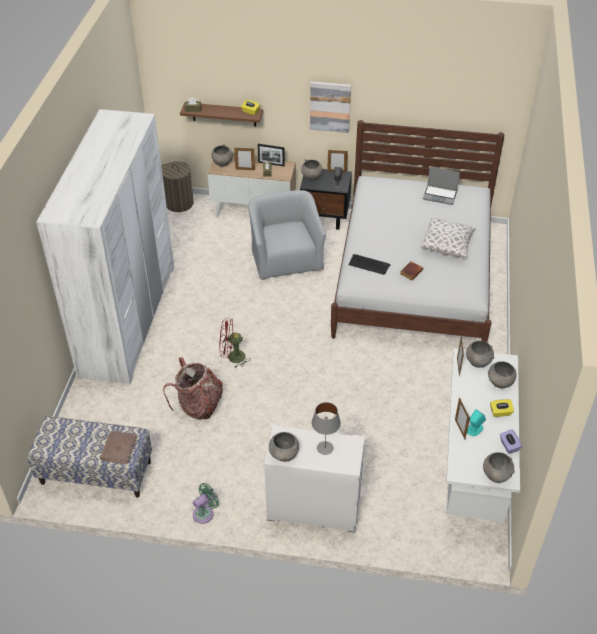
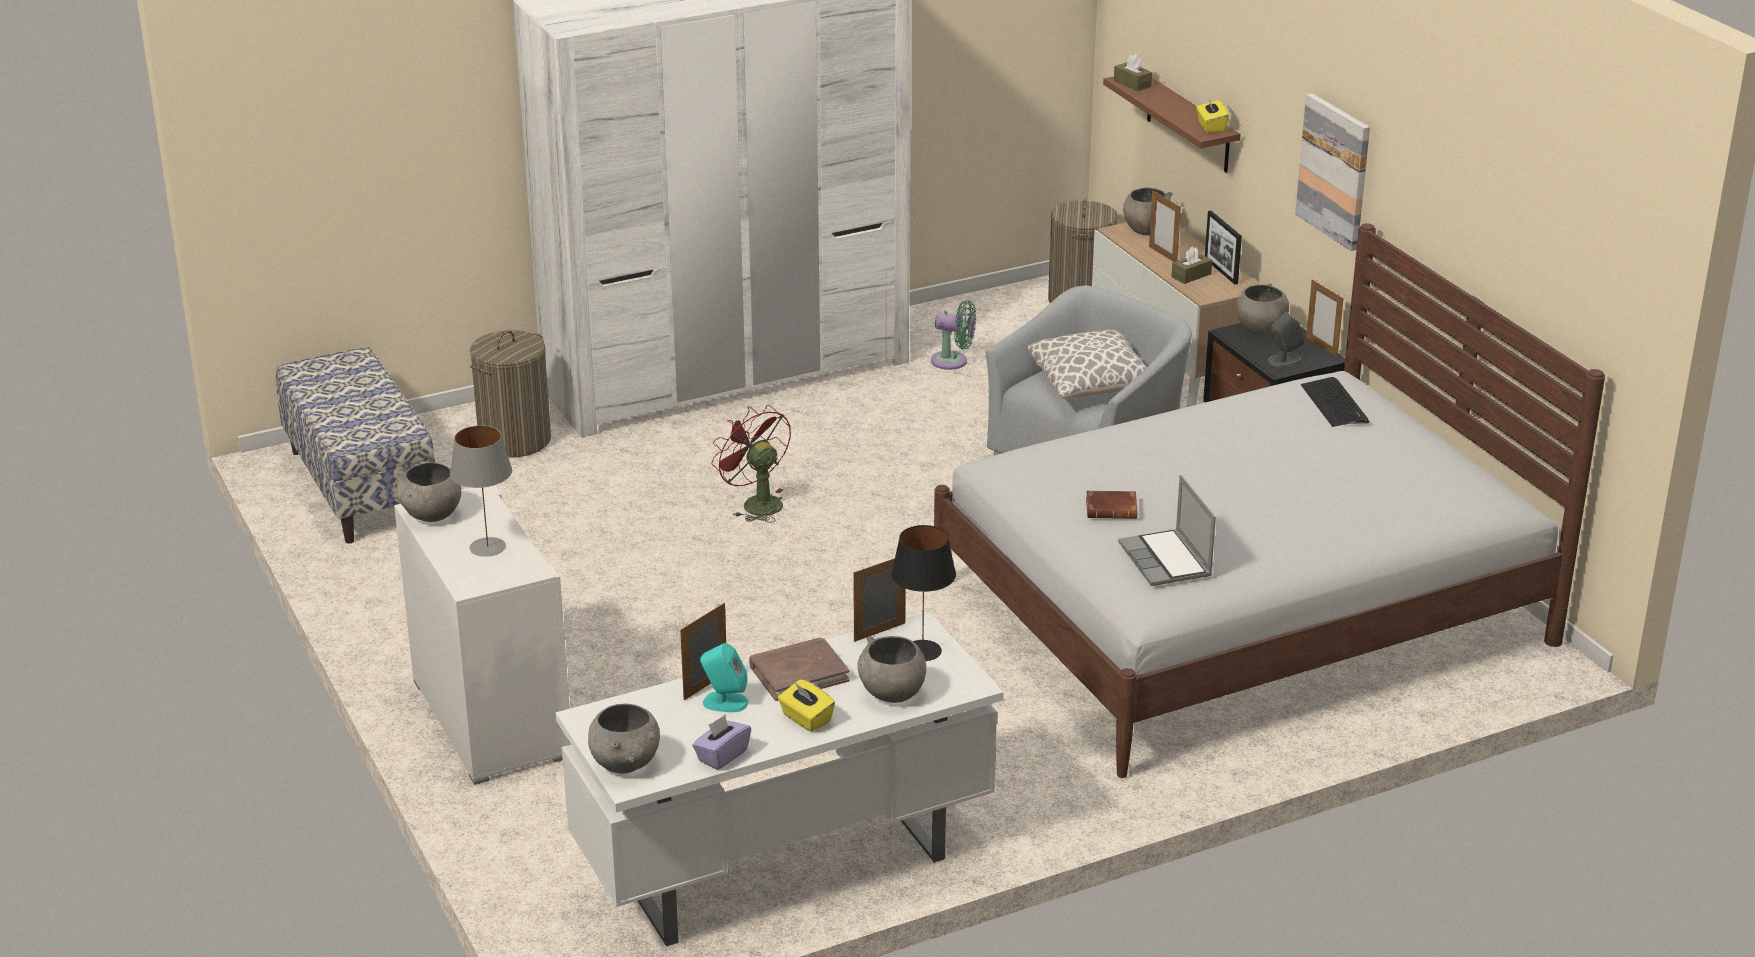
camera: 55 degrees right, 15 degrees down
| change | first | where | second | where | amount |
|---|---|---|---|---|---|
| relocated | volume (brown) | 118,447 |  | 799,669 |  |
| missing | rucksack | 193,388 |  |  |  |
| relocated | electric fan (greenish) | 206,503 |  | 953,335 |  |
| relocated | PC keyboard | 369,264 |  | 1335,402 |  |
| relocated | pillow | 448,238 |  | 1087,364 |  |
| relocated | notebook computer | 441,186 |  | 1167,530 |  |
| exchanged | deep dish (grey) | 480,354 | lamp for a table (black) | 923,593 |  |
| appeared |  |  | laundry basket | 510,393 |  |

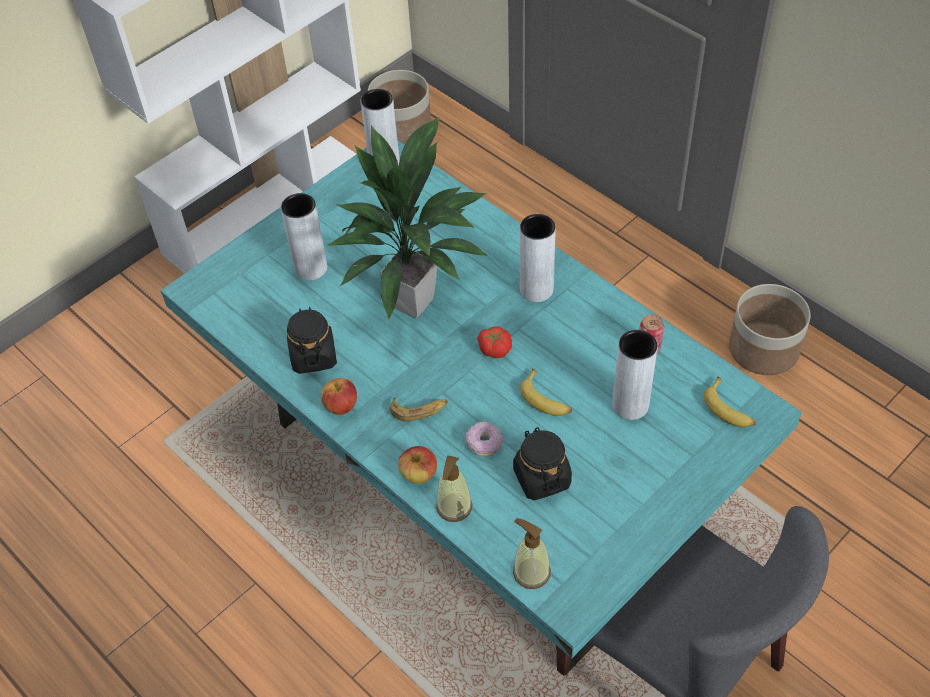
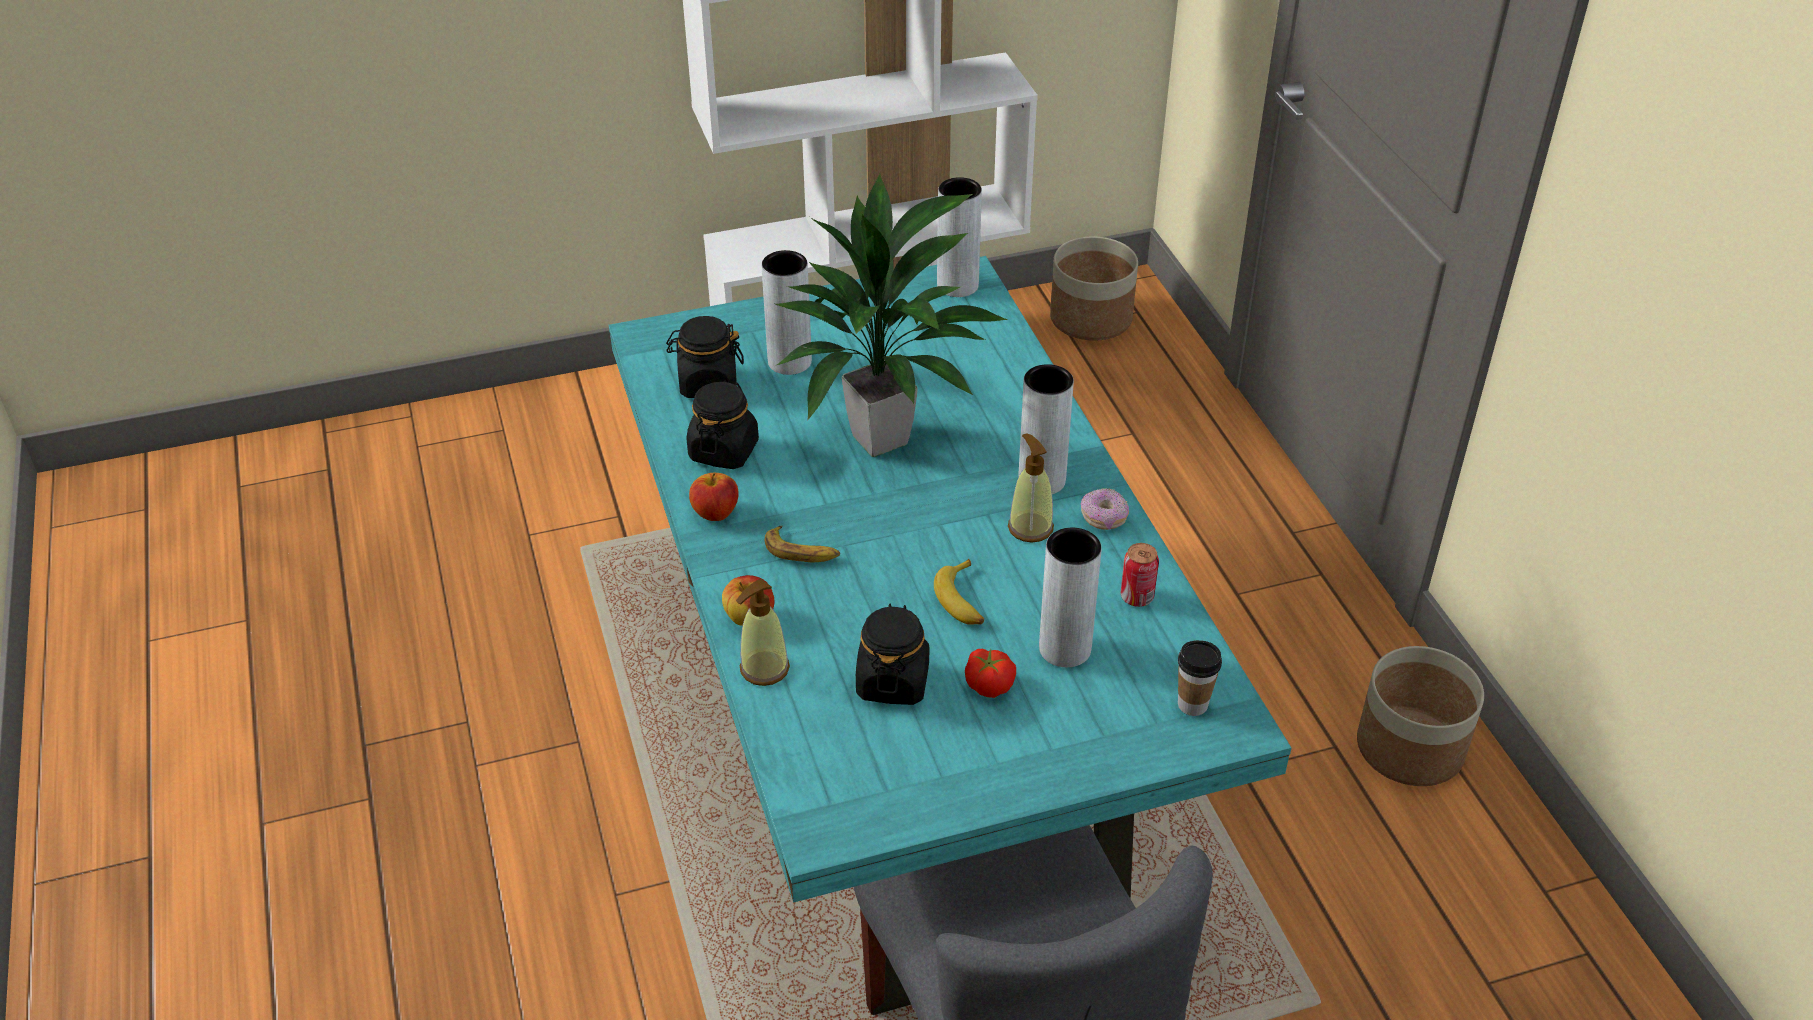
camera: 25 degrees right, 10 degrees down
| change | first | where | second | where | amount |
|---|---|---|---|---|---|
| relocated | donut | 484,438 |  | 1105,509 |  |
| relocated | whole tomato | 494,342 |  | 990,673 |  |
| relocated | soap dispenser | 532,553 |  | 1031,488 |  |
| exchanged | whole banana | 730,401 | drinking cup | 1200,678 |  |
| appeared |  |  | jar (black) | 705,357 |  |

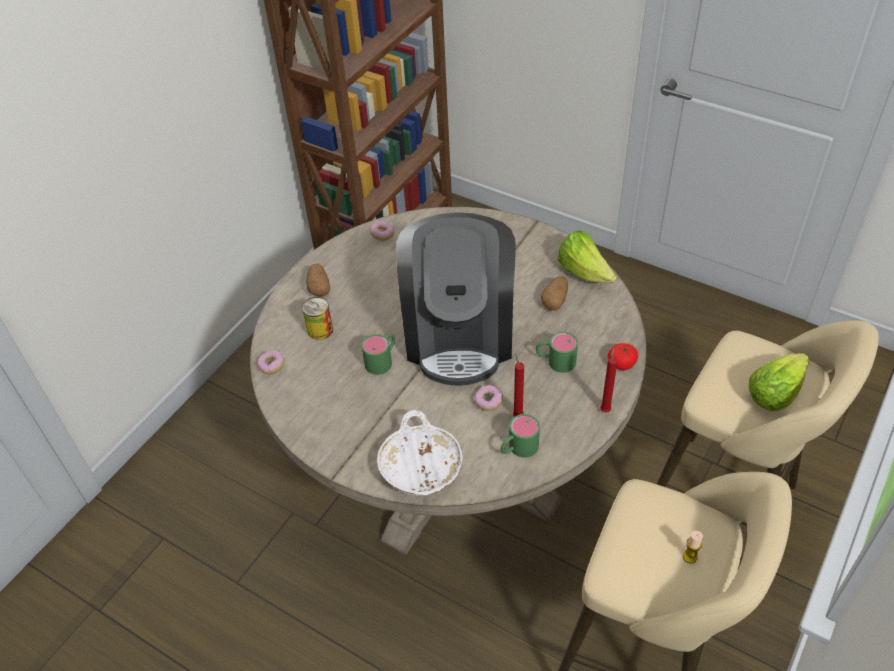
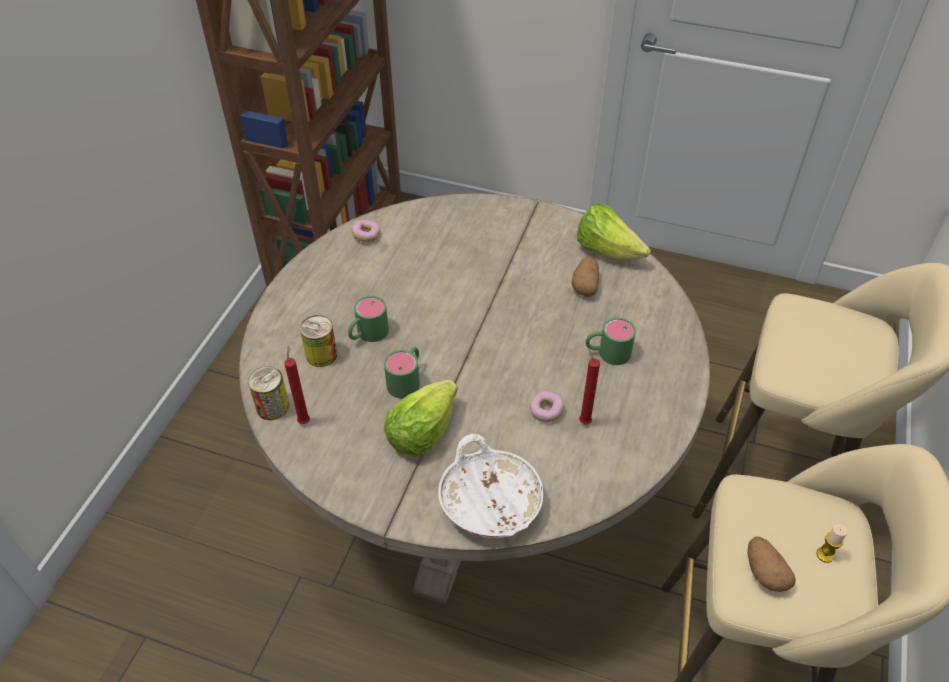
camera: 15 degrees left, 0 degrees up
| change | first | where | second | where | amount |
|---|---|---|---|---|---|
| exchanged | donut | 271,362 | sealed can | 269,393 |  |
| relocated | whole potato | 318,280 |  | 771,564 |  |
| missing | coffee machine | 456,299 |  |  |  |
| relocated | tea mug (greenish) | 520,436 |  | 368,319 |  |
| relocated | wax light (reddish) | 609,379 |  | 297,385 |  |
| missing | whole tomato | 623,356 |  |  |  |
| relocated | head of lettuce | 778,382 |  | 420,418 |  |

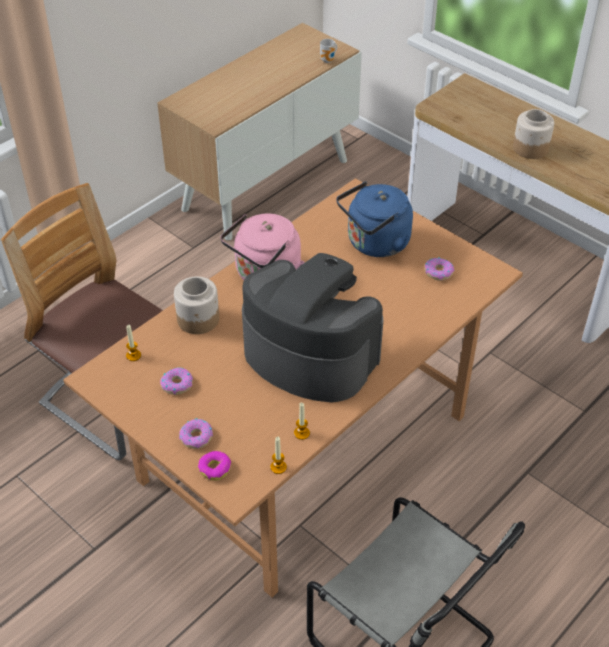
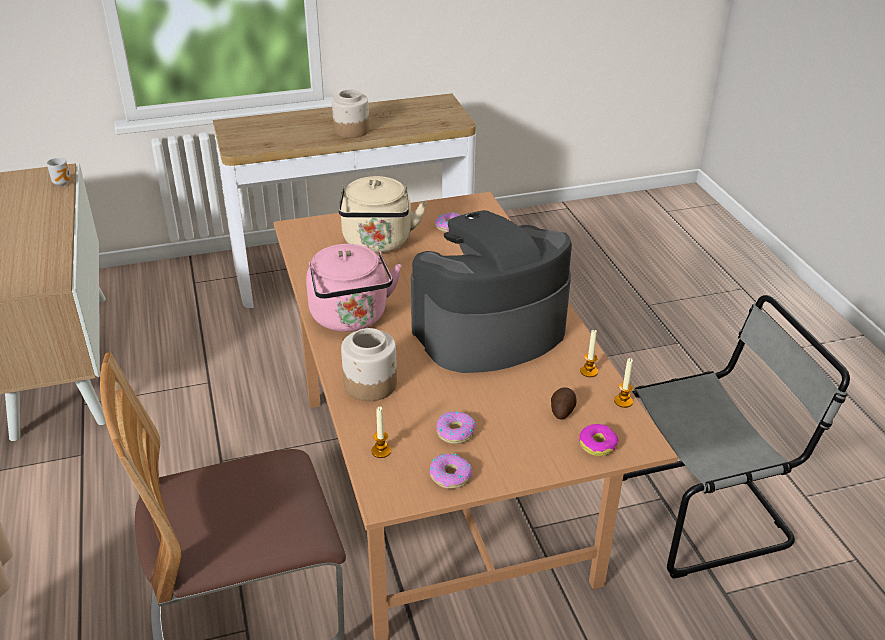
camera: 60 degrees left, 10 degrees down
| change | first | where | second | where | amount |
|---|---|---|---|---|---|
| relocated | donut | 196,433 |  | 450,471 |  |
| colour | water kettle (bluish) | 374,219 | water kettle (beige-coloured) | 382,214 |  |
| appeared |  |  | whole potato | 564,403 |  |

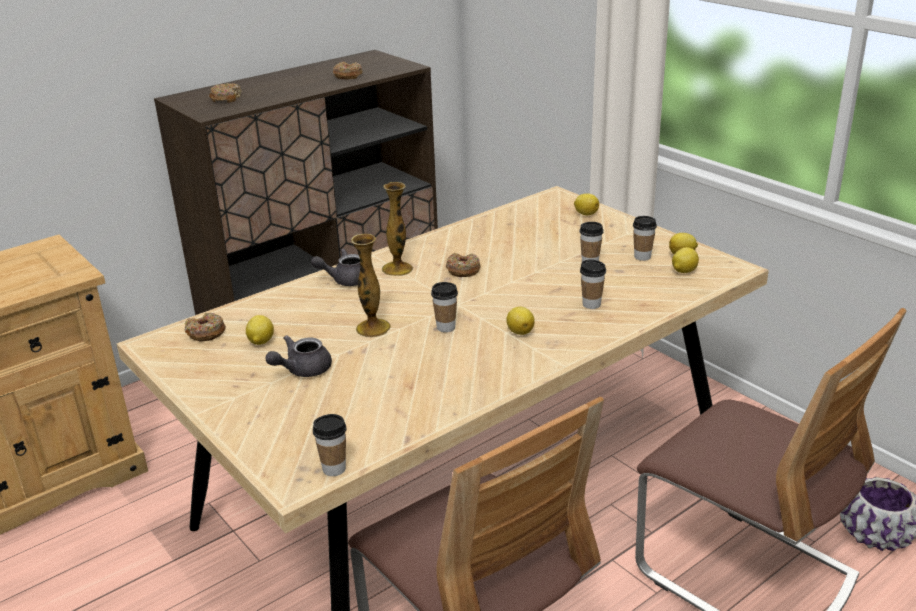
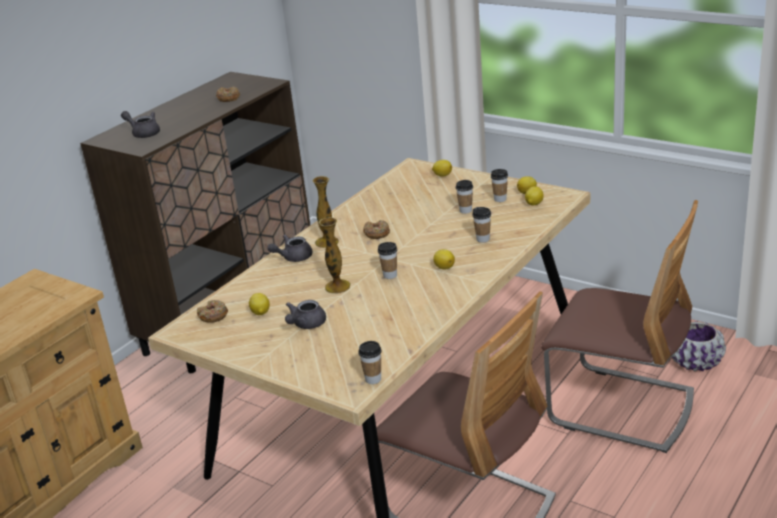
camera: 15 degrees left, 0 degrees up
| change | first | where | second | where | amount |
|---|---|---|---|---|---|
| exchanged | donut | 225,93 | teapot (grey) | 140,124 |  |

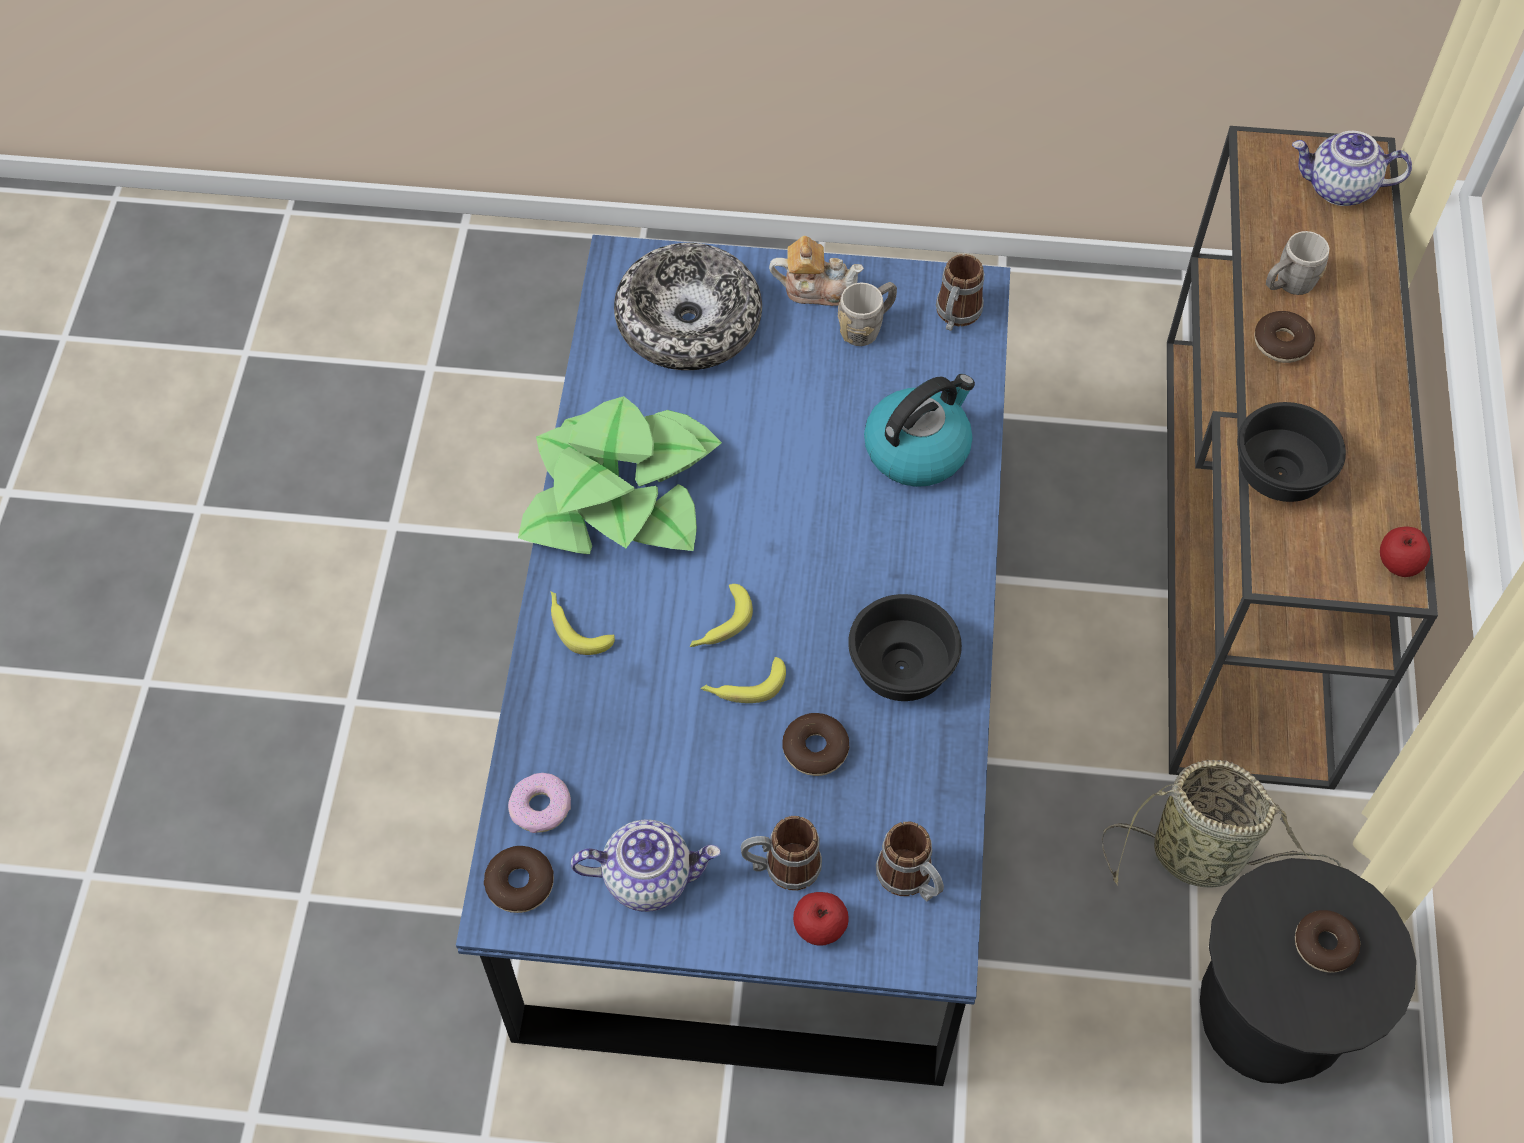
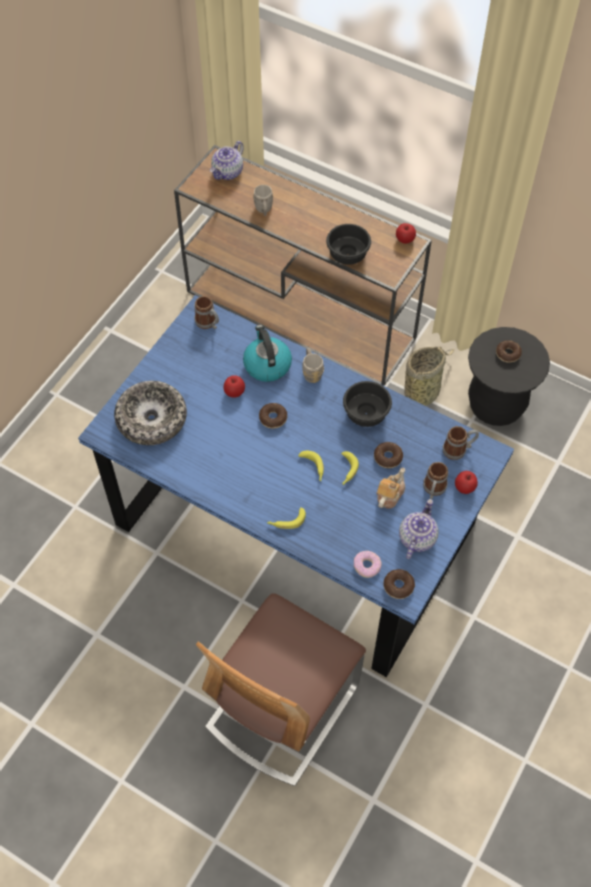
camera: 65 degrees left, 0 degrees up
| change | first | where | second | where | amount |
|---|---|---|---|---|---|
| missing | houseplant | 620,475 |  |  |  |
| relocated | teapot | 816,271 |  | 390,488 |  |
| relocated | tea mug (grey) | 867,314 |  | 313,365 |  |
| relocated | donut | 1285,337 |  | 273,416 |  |
| appeared |  |  | upright chair | 281,689 |  |
| appeared |  |  | apple fruit | 234,386 |  |

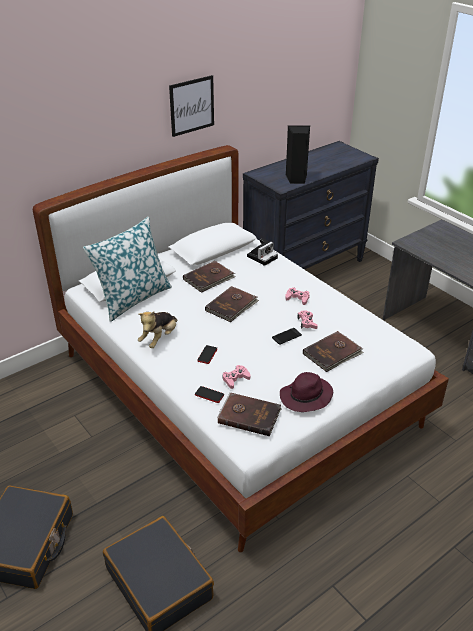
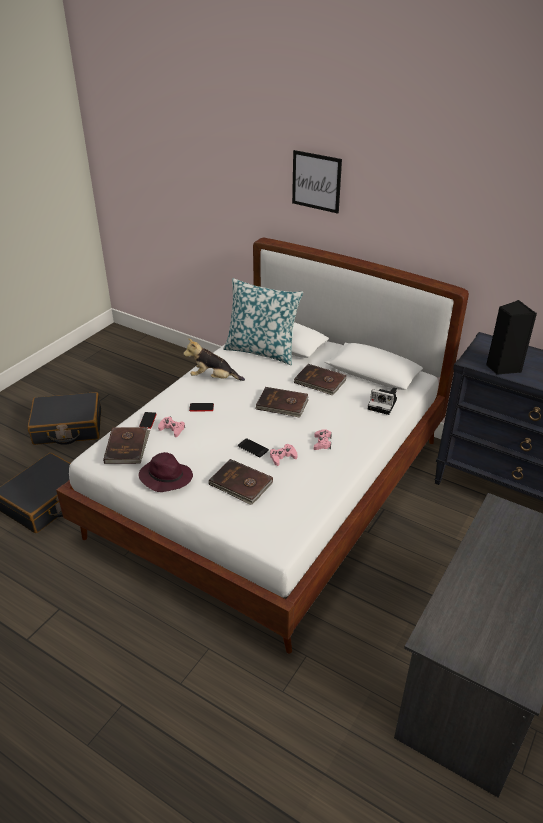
camera: 70 degrees right, 0 degrees up
| change | first | where | second | where | amount |
|---|---|---|---|---|---|
| relocated | picture | 191,106 |  | 317,182 |  |

